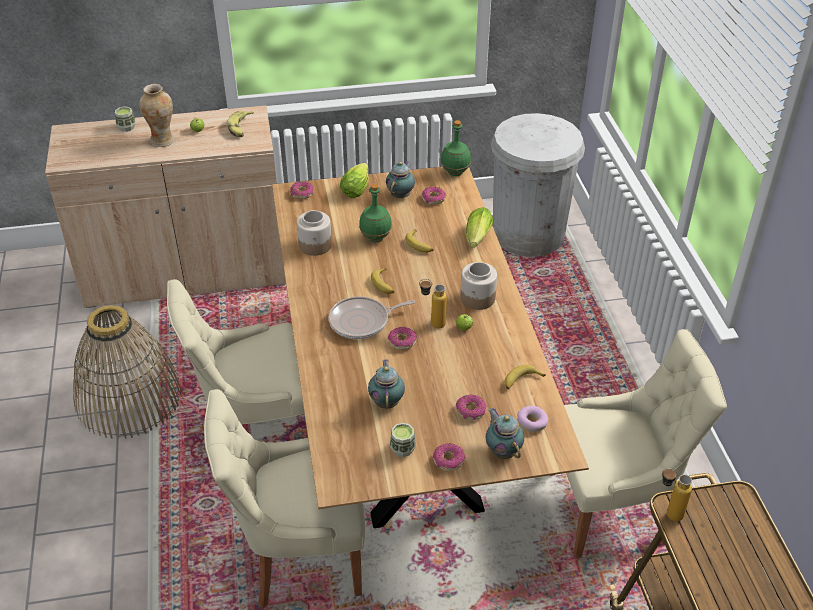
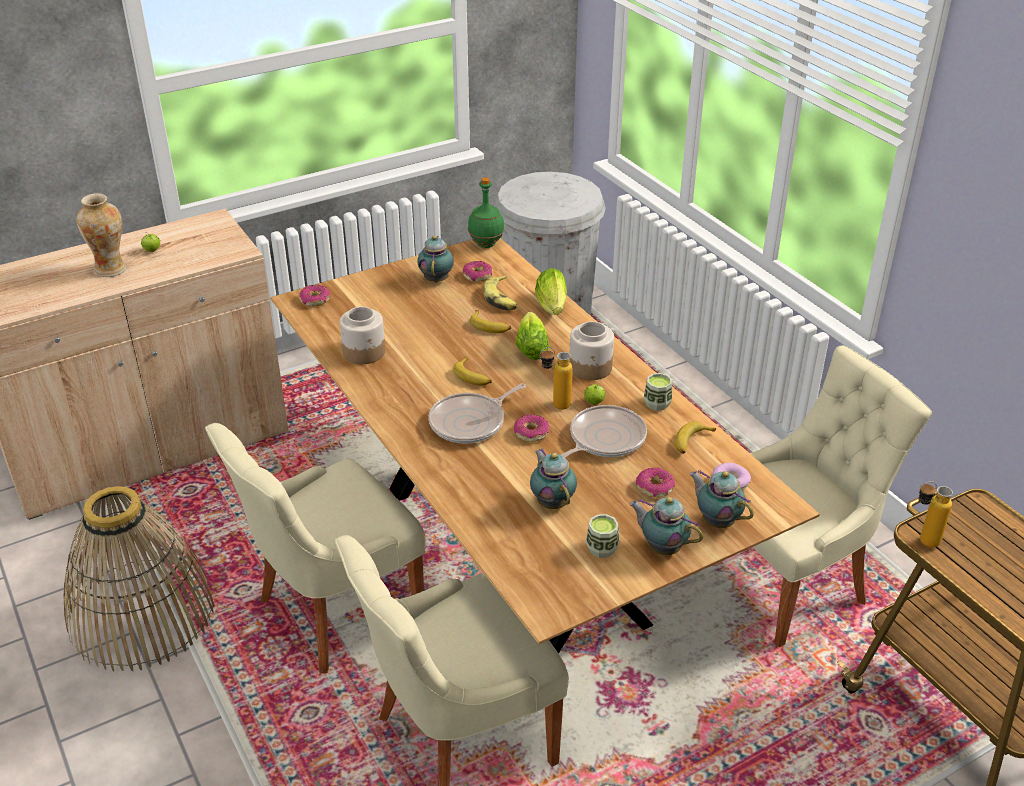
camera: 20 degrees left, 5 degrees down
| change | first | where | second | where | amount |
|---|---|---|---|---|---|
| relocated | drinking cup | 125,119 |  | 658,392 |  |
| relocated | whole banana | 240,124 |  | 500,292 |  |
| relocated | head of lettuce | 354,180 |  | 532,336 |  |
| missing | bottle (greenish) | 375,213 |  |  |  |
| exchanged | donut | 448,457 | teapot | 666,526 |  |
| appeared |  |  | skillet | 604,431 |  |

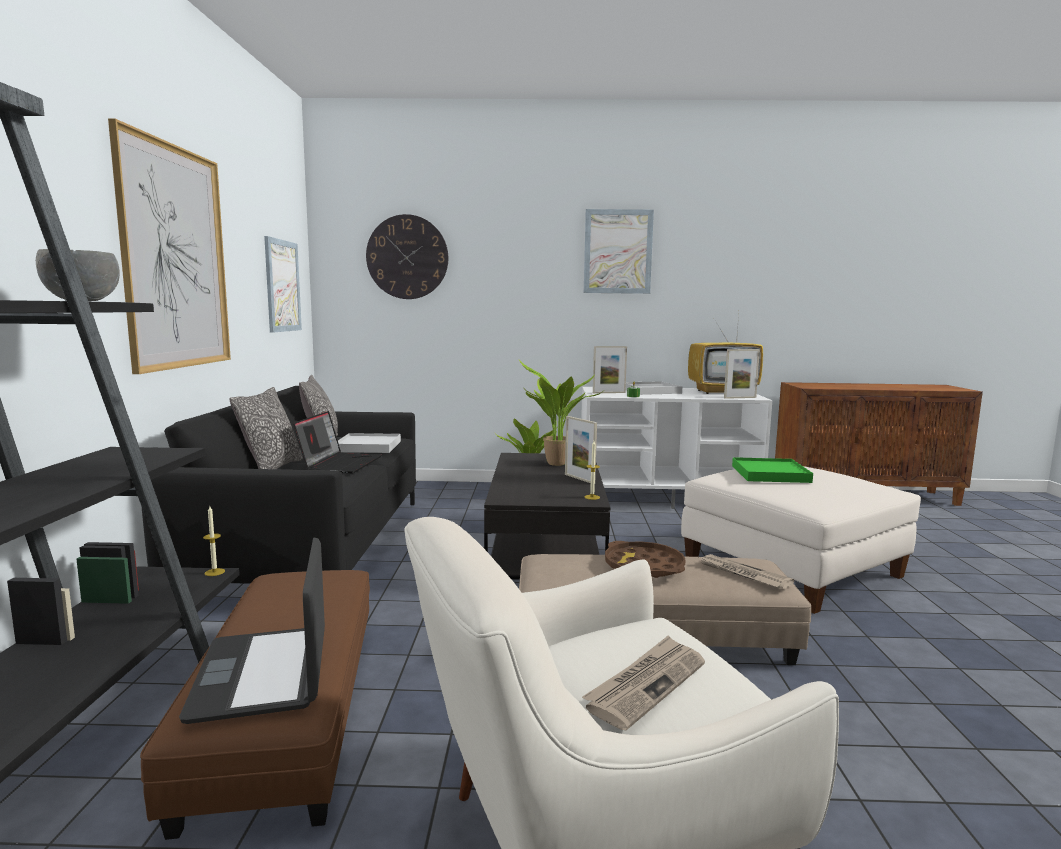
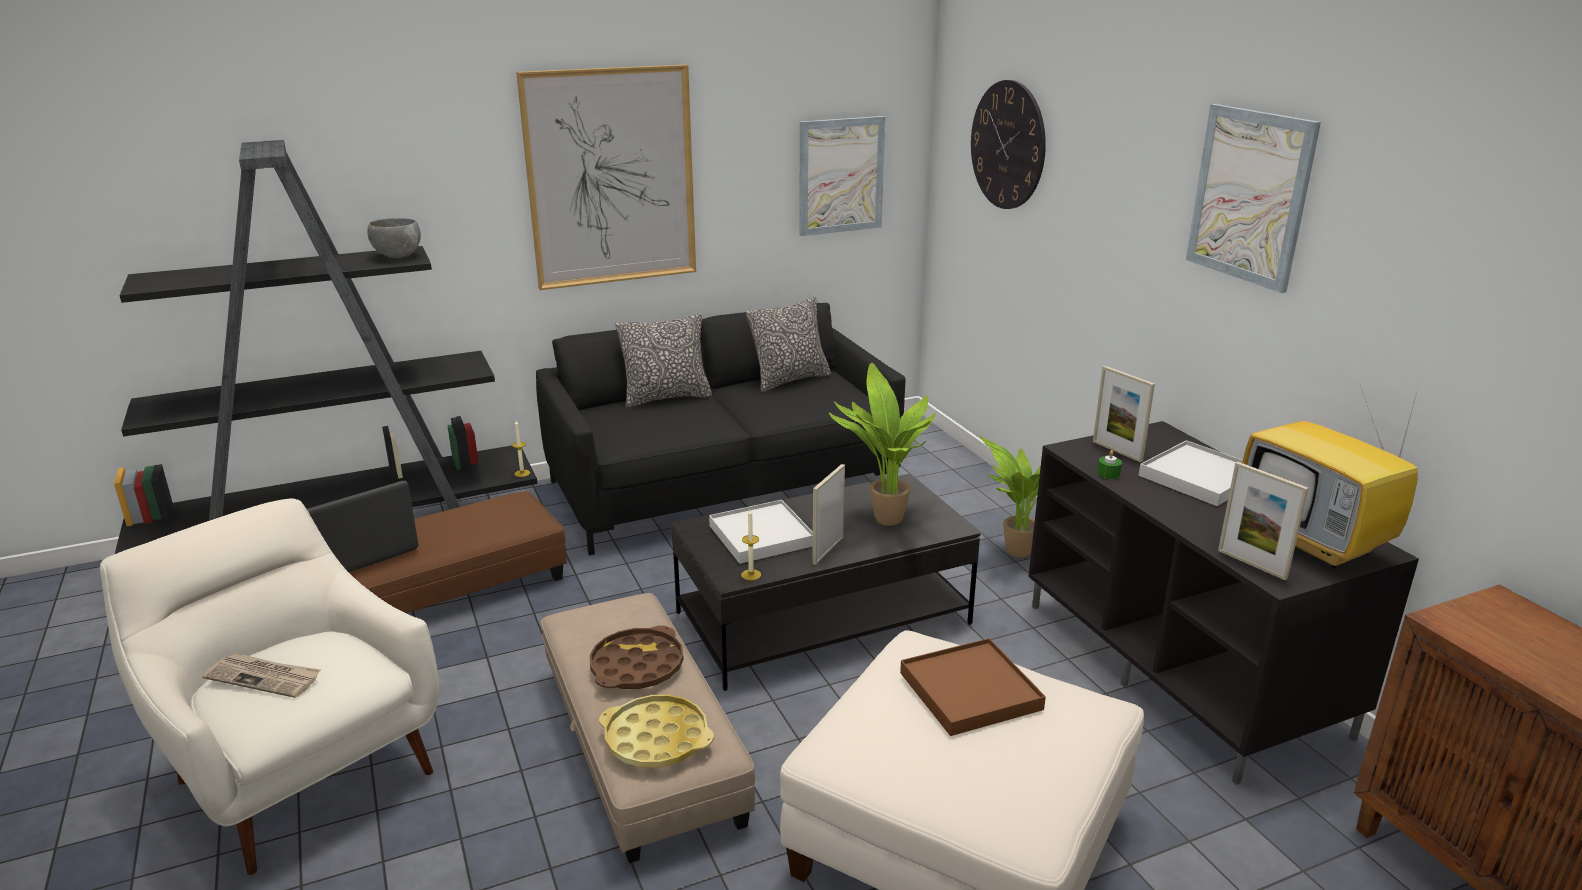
camera: 65 degrees right, 15 degrees up
| change | first | where | second | where | amount |
|---|---|---|---|---|---|
| missing | notebook computer | 337,442 |  |  |  |
| relocated | carrying tray (white-coloured) | 369,443 |  | 761,532 |  |
| colour | media console (white-coloured) | 676,448 | media console (black) | 1224,603 |  |
| exchanged | printed paper | 746,571 | carrying tray (yellow-coloured) | 656,731 |  |
| colour | carrying tray (greenish) | 772,470 | carrying tray (brown) | 973,687 |  |

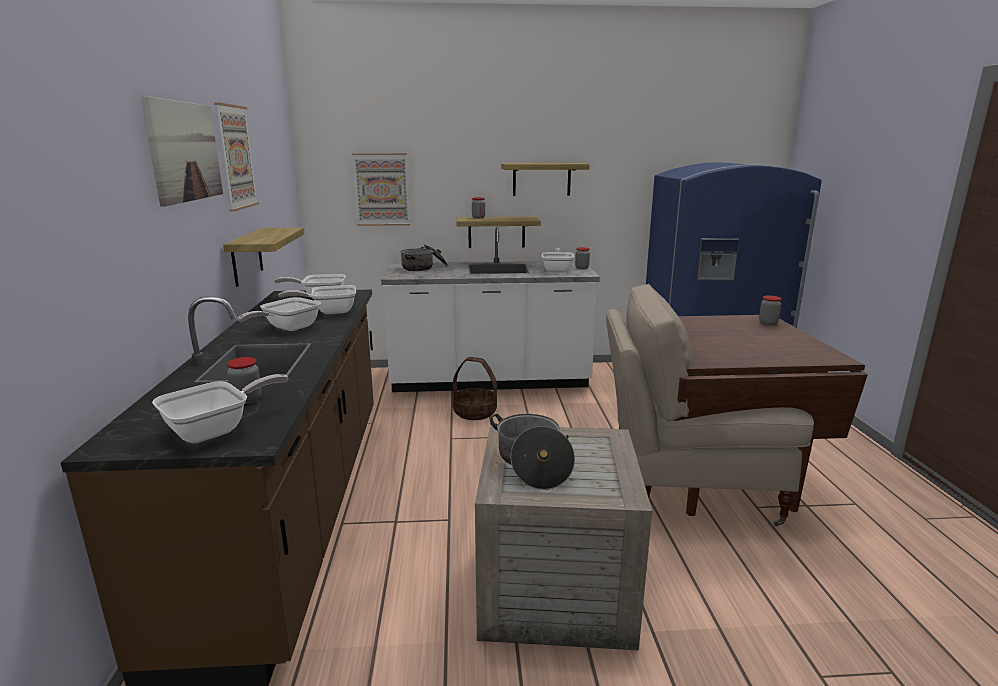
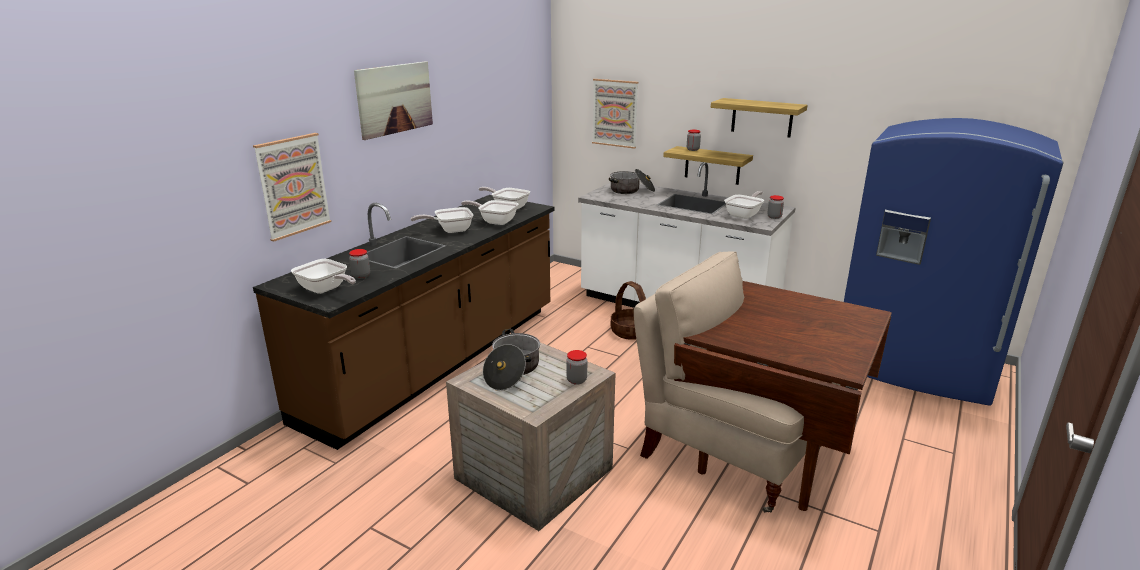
camera: 35 degrees right, 5 degrees up
| change | first | where | second | where | amount |
|---|---|---|---|---|---|
| spun | skillet | 220,408 |  | 323,276 | 45 degrees clockwise |
| relocated | picture | 236,156 |  | 292,187 |  |
| missing | wall shelf | 264,257 |  |  |  |
| relocated | jar | 770,310 |  | 576,367 |  |

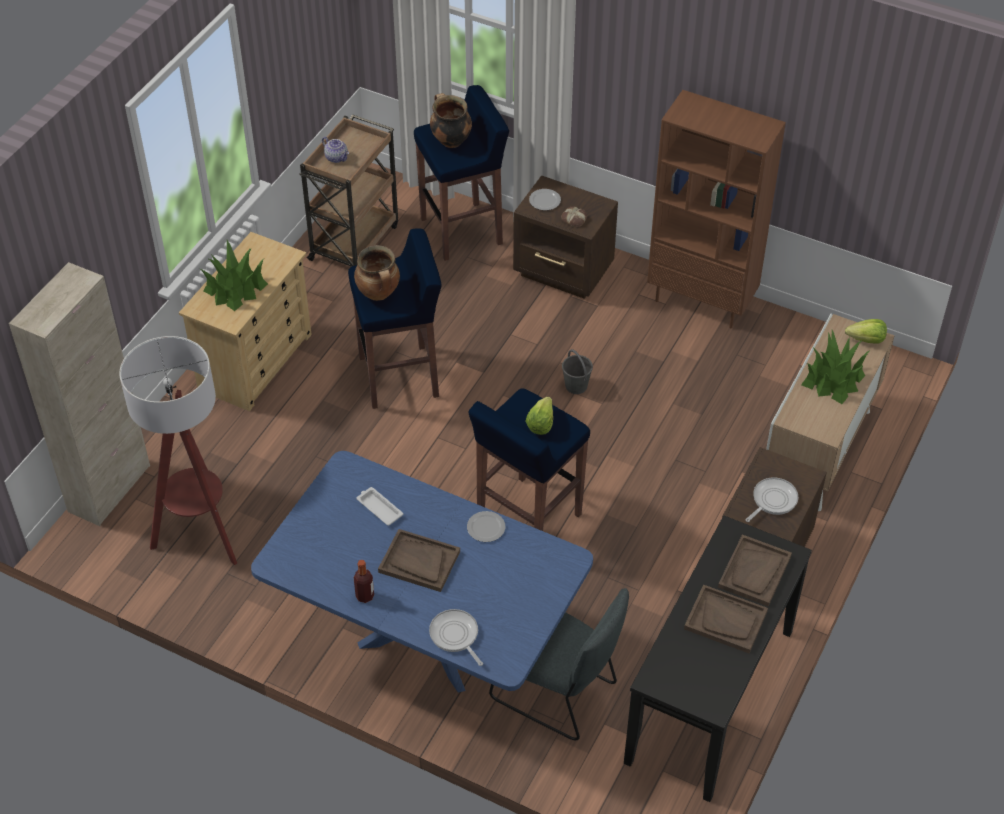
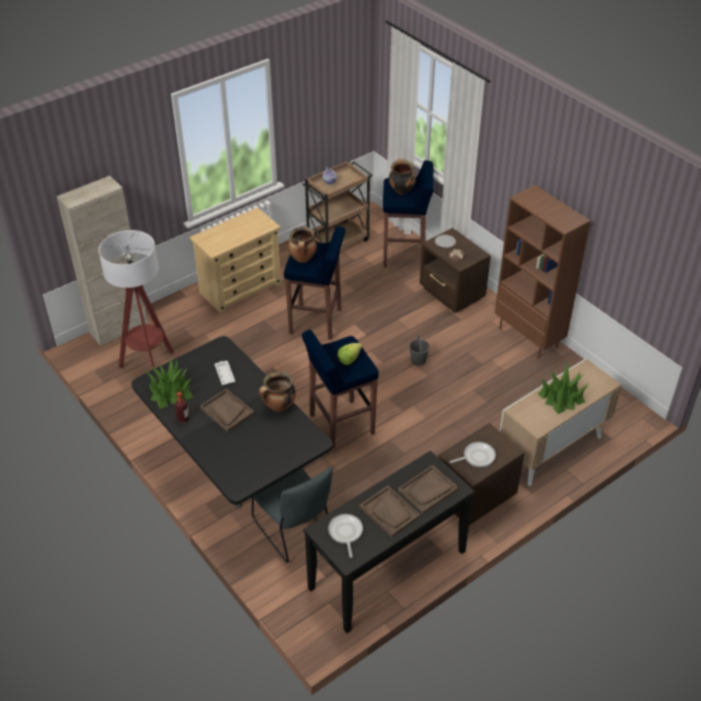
camera: 25 degrees right, 5 degrees down
| change | first | where | second | where | amount |
|---|---|---|---|---|---|
| relocated | houseplant | 234,275 |  | 170,382 |  |
| colour | dinner table (bluish) | 422,572 | dinner table (black) | 232,422 |  |
| relocated | skillet | 456,637 |  | 345,536 |  |
| exchanged | flat dish | 486,526 | cooking pot | 277,392 |  |
| missing | head of lettuce | 866,331 |  |  |  |

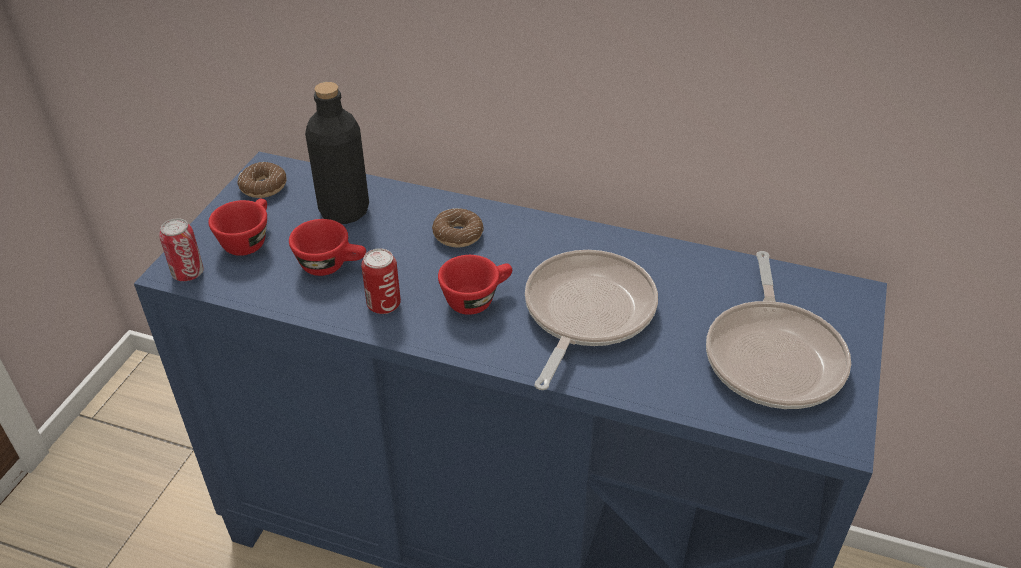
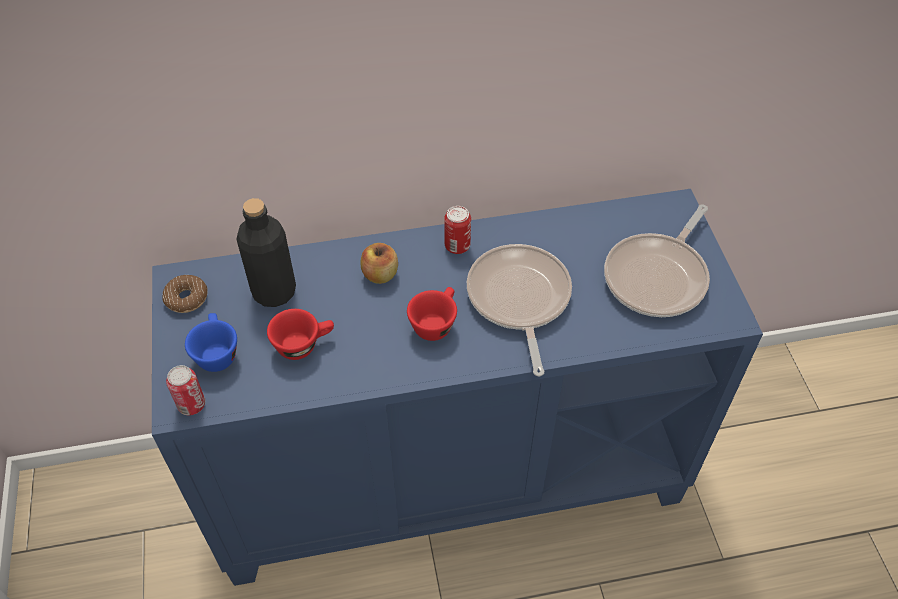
camera: 30 degrees left, 10 degrees up
| change | first | where | second | where | amount |
|---|---|---|---|---|---|
| colour | drinking cup (reddish) | 237,227 | drinking cup (bluish) | 211,342 |  |
| relocated | sealed can | 381,281 |  | 457,230 |  |
| exchanged | donut | 458,227 | apple fruit | 379,263 |  |
| spun | skillet | 778,330 |  | 657,260 | 60 degrees clockwise |

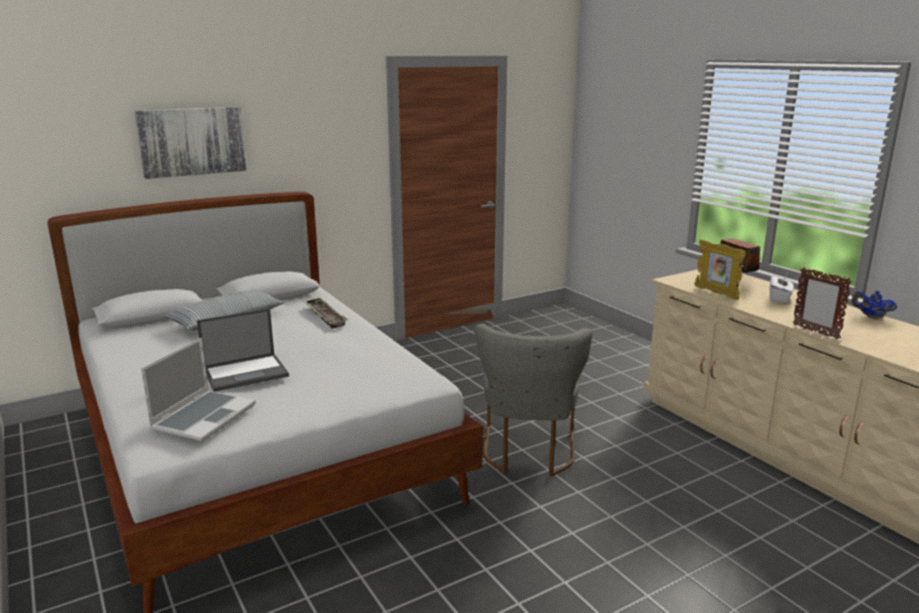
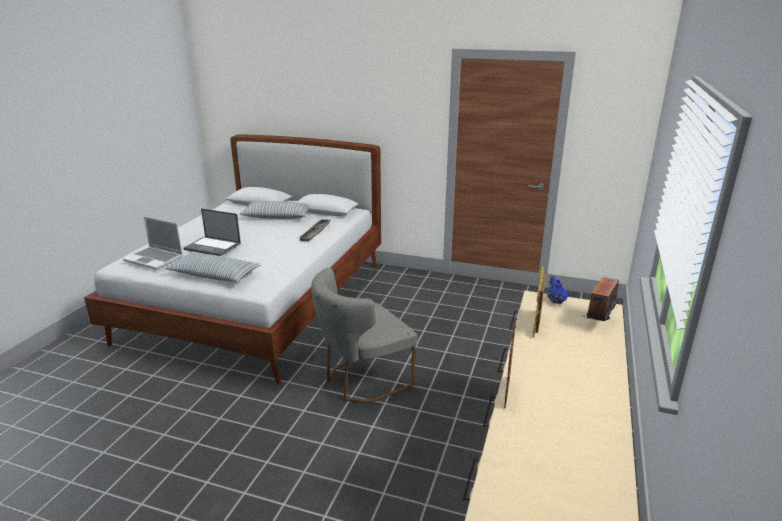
camera: 50 degrees right, 5 degrees up
| change | first | where | second | where | amount |
|---|---|---|---|---|---|
| missing | picture | 190,143 |  |  |  |
| spun | notebook computer | 198,389 |  | 153,243 | 45 degrees clockwise |
| missing | tissue box (white-coloured) | 781,289 |  |  |  |
| relocated | teapot (bluish) | 874,304 |  | 557,290 |  |
| appeared |  |  | pillow | 213,267 |  |

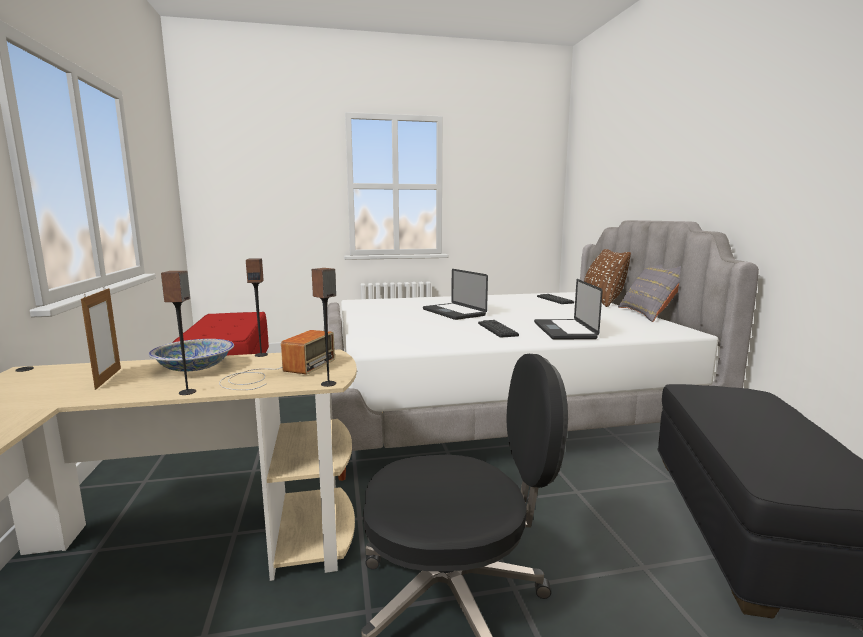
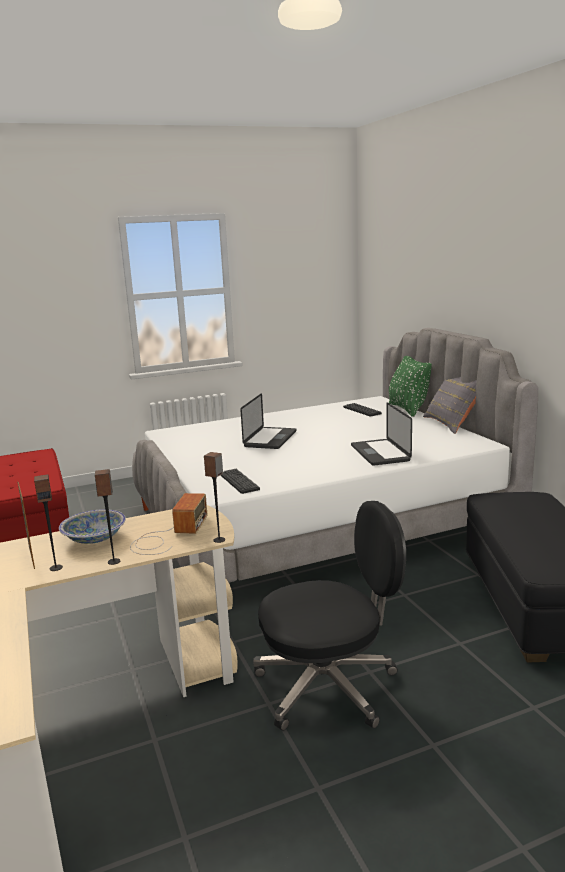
camera: 10 degrees left, 5 degrees up
| change | first | where | second | where | amount |
|---|---|---|---|---|---|
| relocated | speaker | 257,307 |  | 48,522 |  |
| spun | notebook computer | 455,294 |  | 268,421 | 120 degrees counterclockwise |
| relocated | PC keyboard | 498,329 |  | 240,481 |  |
| colour | pillow (brown) | 607,278 | pillow (greenish) | 410,386 |  |

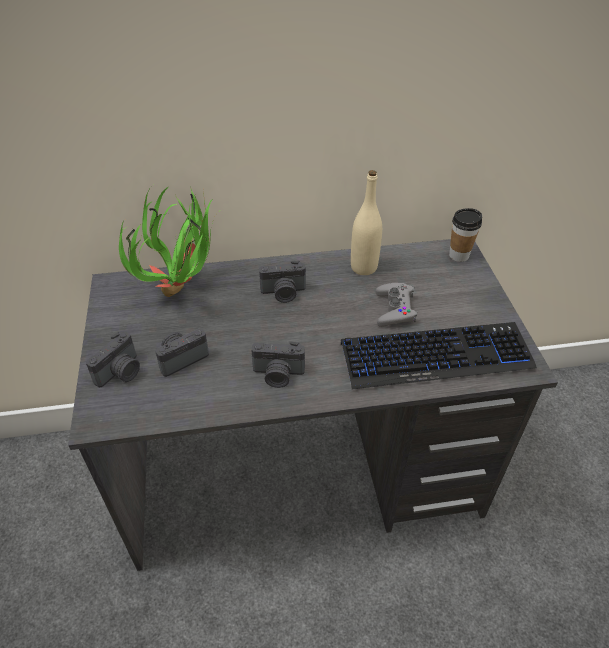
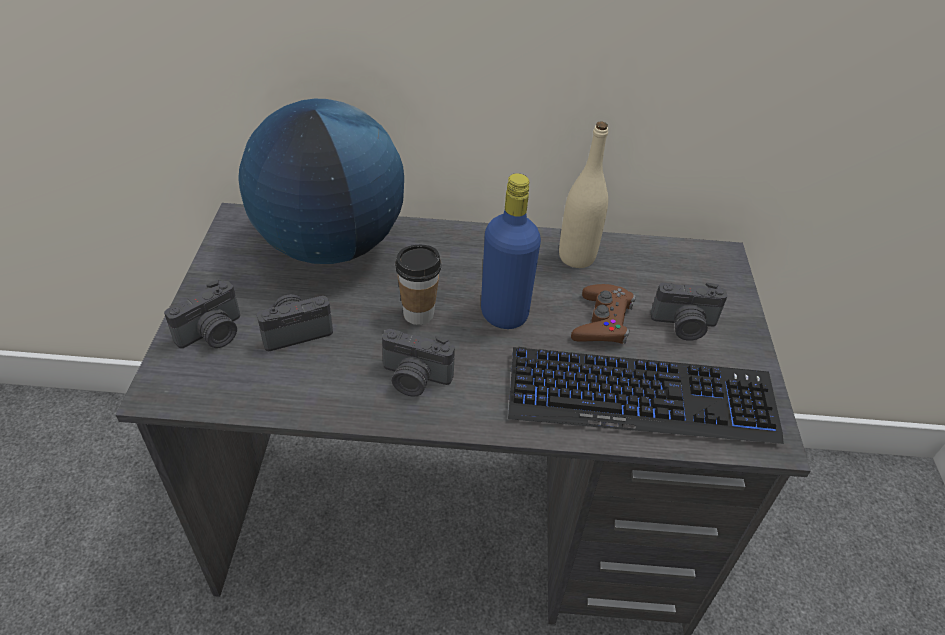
camera: 10 degrees right, 0 degrees up
| change | first | where | second | where | amount |
|---|---|---|---|---|---|
| exchanged | houseplant | 169,242 | desk globe | 321,181 |  |
| relocated | photo camera | 282,282 |  | 689,312 |  |
| colour | gamepad (grey) | 396,305 | gamepad (brown) | 603,314 |  |
| relocated | drinking cup | 465,235 |  | 418,285 |  |
| appeared |  |  | bottle (bluish) | 511,251 |  |

